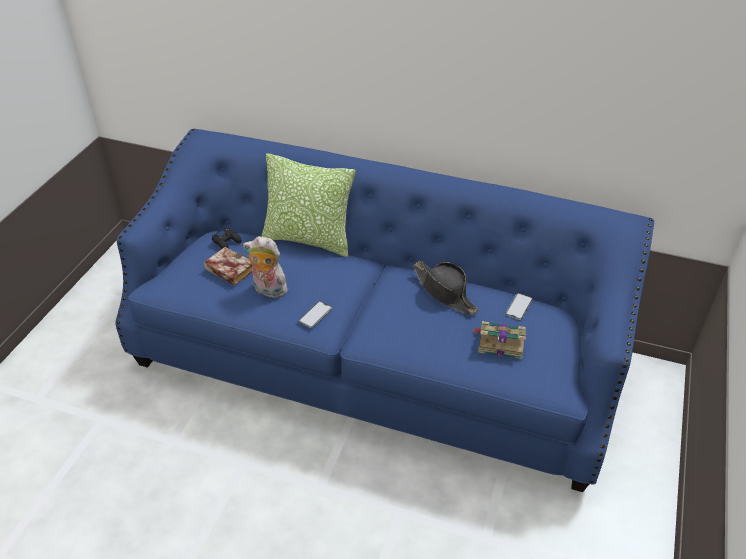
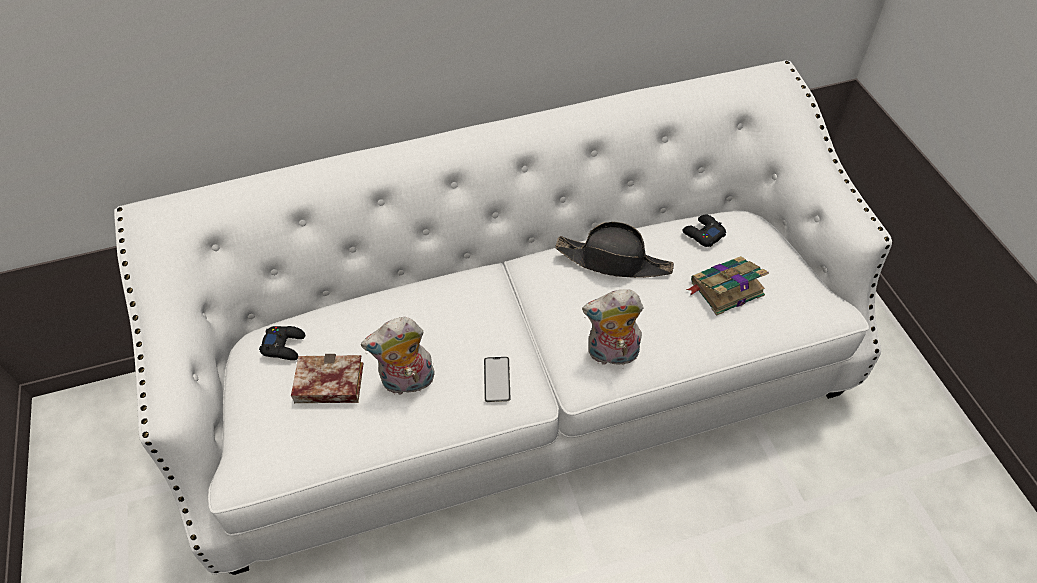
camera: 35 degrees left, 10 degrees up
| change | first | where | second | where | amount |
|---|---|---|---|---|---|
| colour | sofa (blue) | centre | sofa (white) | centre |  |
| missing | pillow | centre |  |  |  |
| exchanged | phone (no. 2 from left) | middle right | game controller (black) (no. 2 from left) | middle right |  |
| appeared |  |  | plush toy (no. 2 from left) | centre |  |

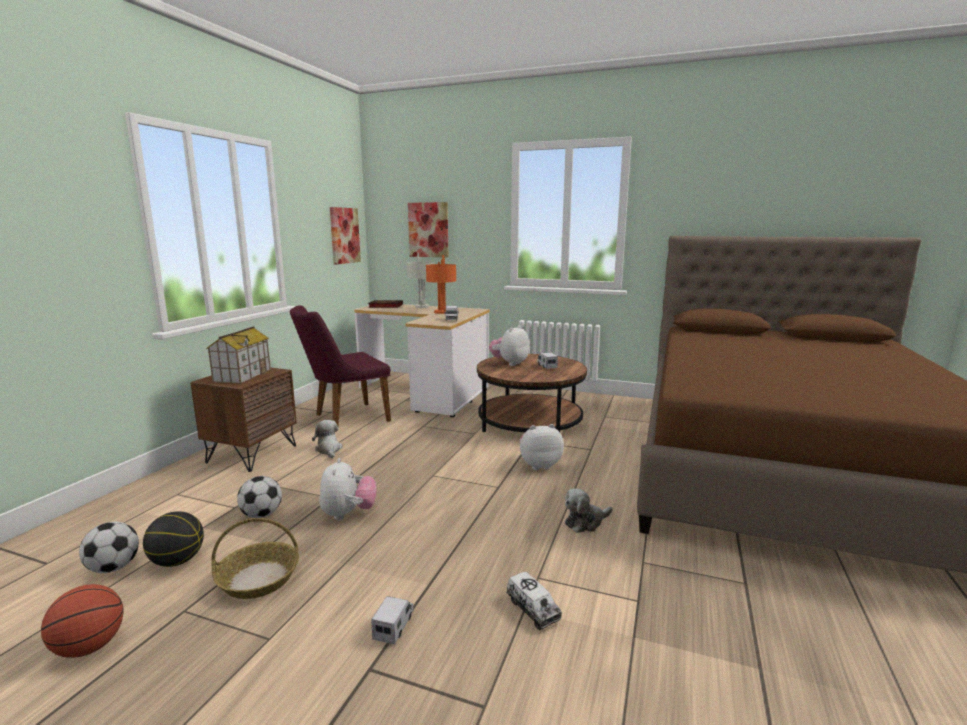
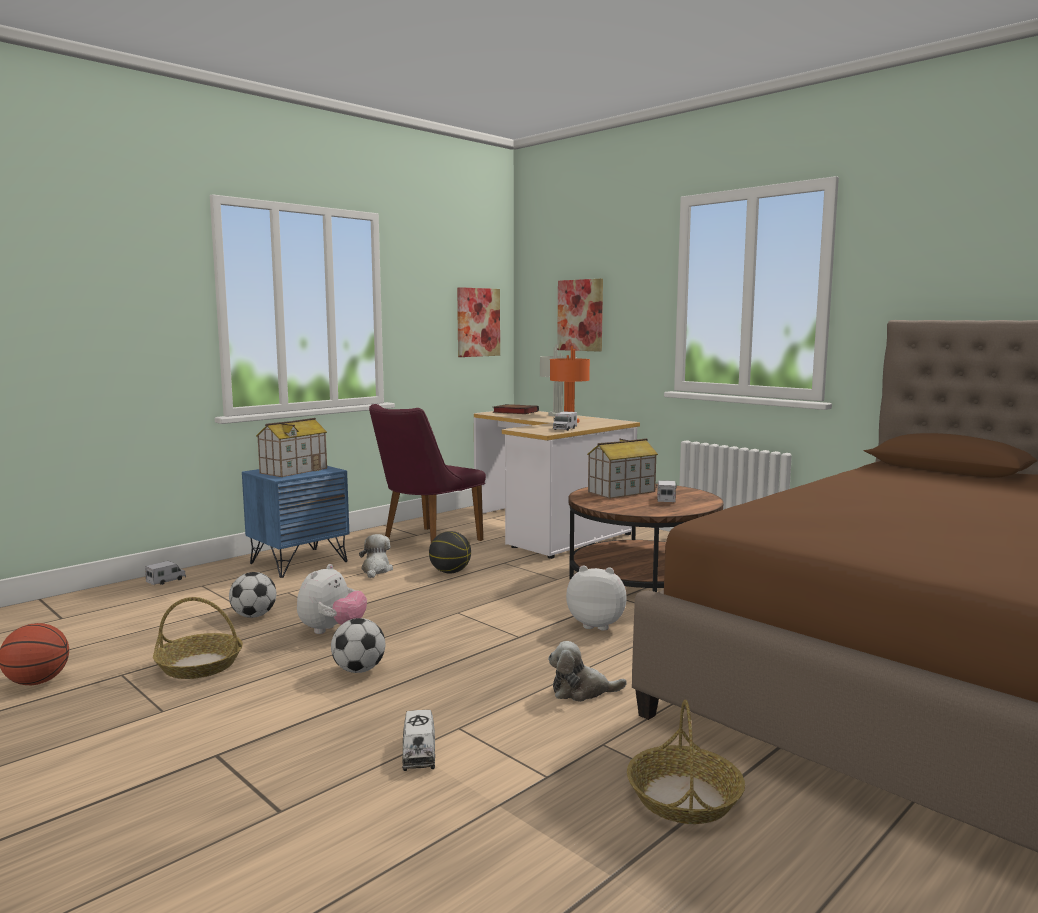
camera: 25 degrees right, 5 degrees down
| change | first | where | second | where | amount |
|---|---|---|---|---|---|
| spun | chair (purple) | centre |  | centre | 45 degrees counterclockwise |
| exchanged | plush toy (no. 3 from left) | centre | toy house (no. 2 from left) | centre |  |
| colour | nightstand (brown) | middle left | nightstand (blue) | middle left |  |
| relocated | basketball (no. 2 from left) | bottom left |  | centre |  |
| relocated | football (no. 1 from left in the first image) | bottom left | football (no. 2 from left) | bottom centre |  |
| relocated | toy truck (no. 1 from left) | bottom centre |  | middle left |  |
| appeared |  |  | basket (no. 2 from left) | bottom centre |  |

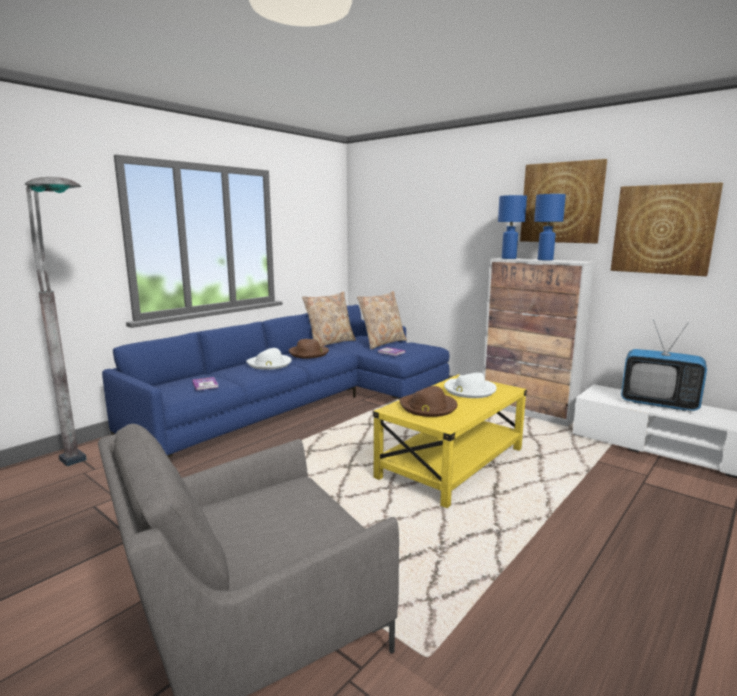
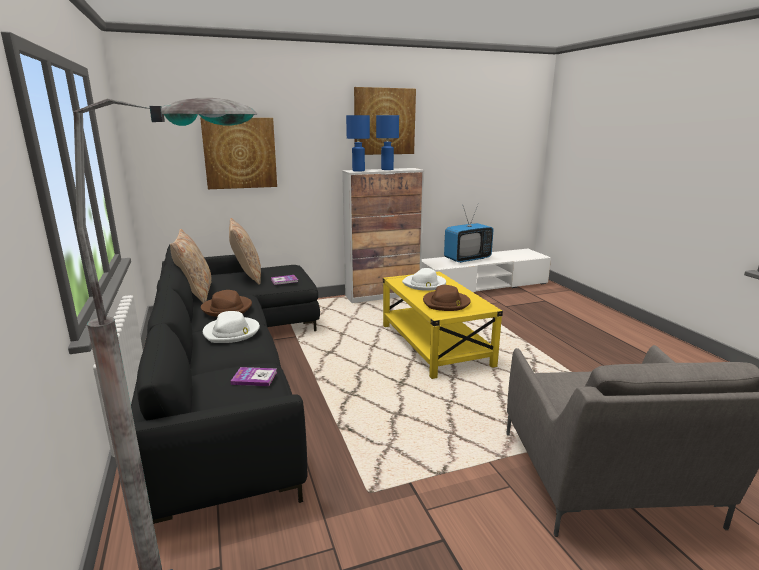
camera: 60 degrees left, 5 degrees up
| change | first | where | second | where | amount |
|---|---|---|---|---|---|
| relocated | picture (no. 2 from left in the first image) | top right | picture (no. 1 from left) | top left |  |
| colour | sofa (blue) | centre | sofa (black) | bottom left |  |

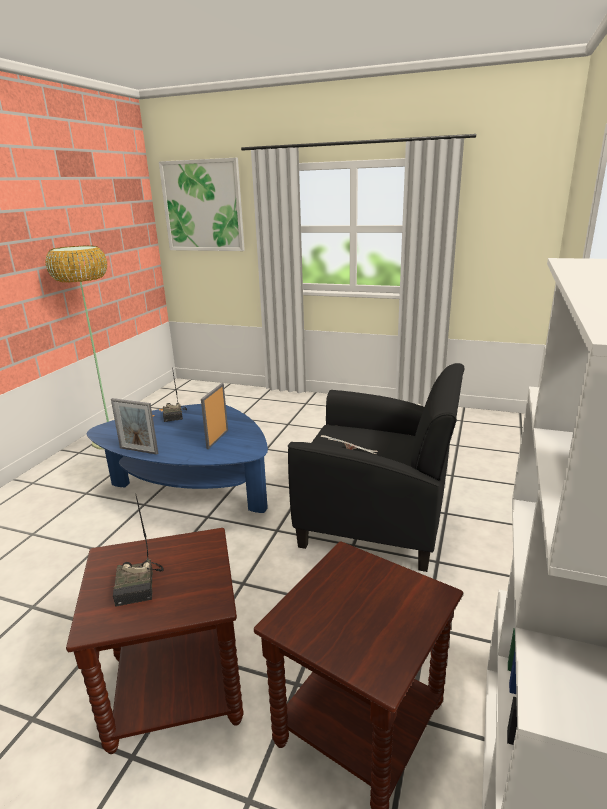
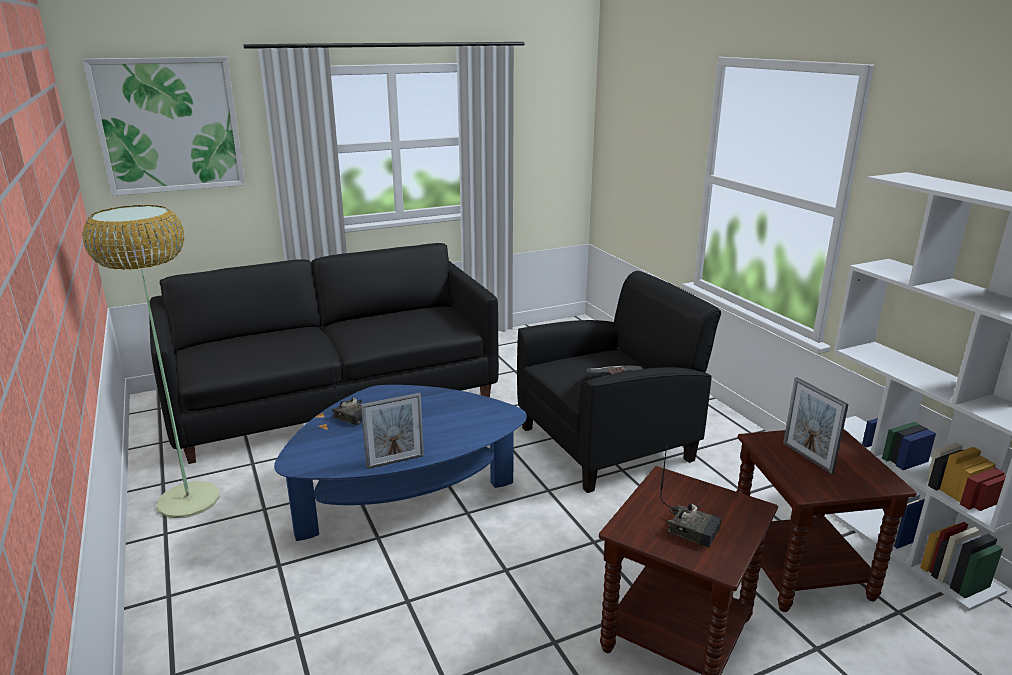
camera: 45 degrees left, 0 degrees up
| change | first | where | second | where | amount |
|---|---|---|---|---|---|
| relocated | picture frame (no. 2 from left) | centre |  | middle right |  |
| appeared |  |  | sofa (black) | middle left |  |

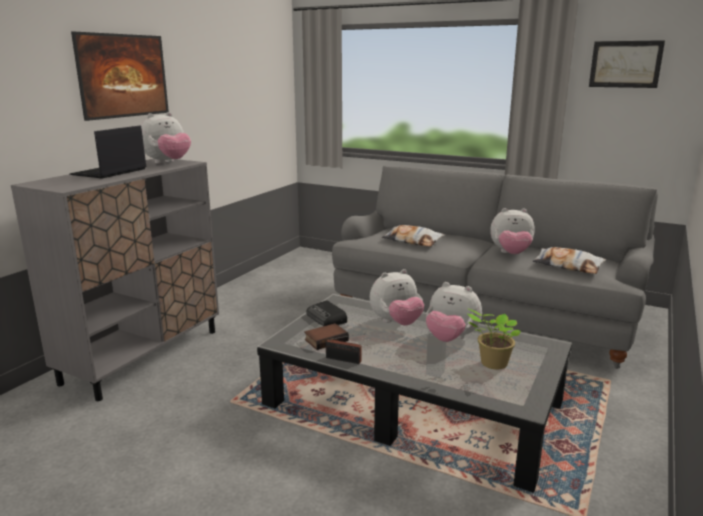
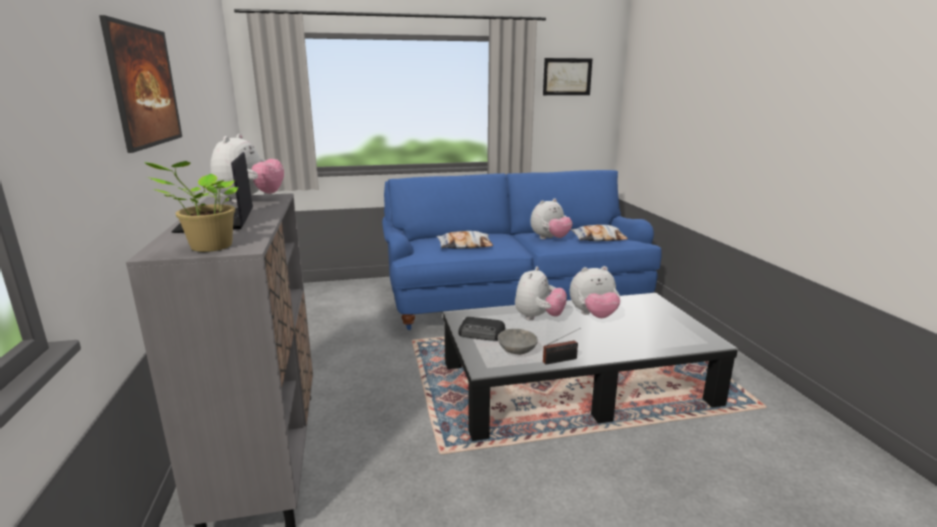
camera: 40 degrees left, 0 degrees up
| change | first | where | second | where | amount |
|---|---|---|---|---|---|
| colour | sofa (grey) | middle right | sofa (blue) | centre |  |
| relocated | potted plant | middle right |  | middle left |  |
| exchanged | book | centre | bowl (grey) | centre |  |

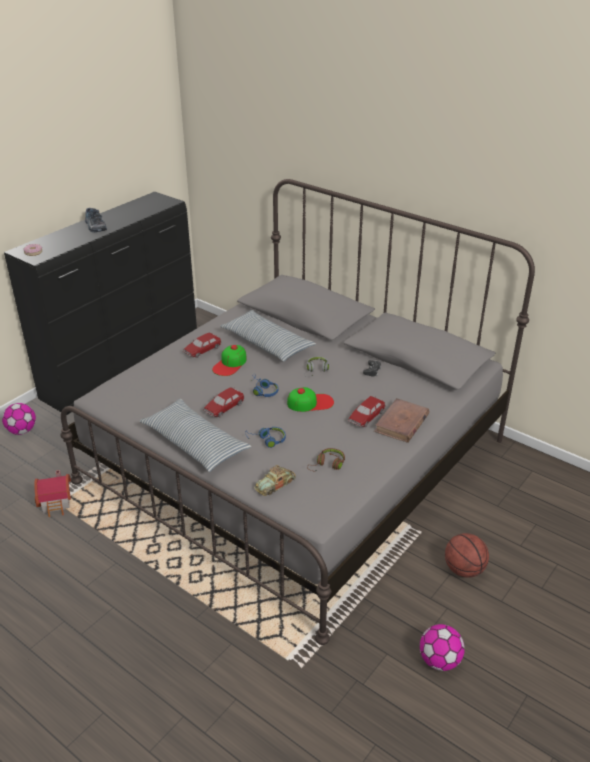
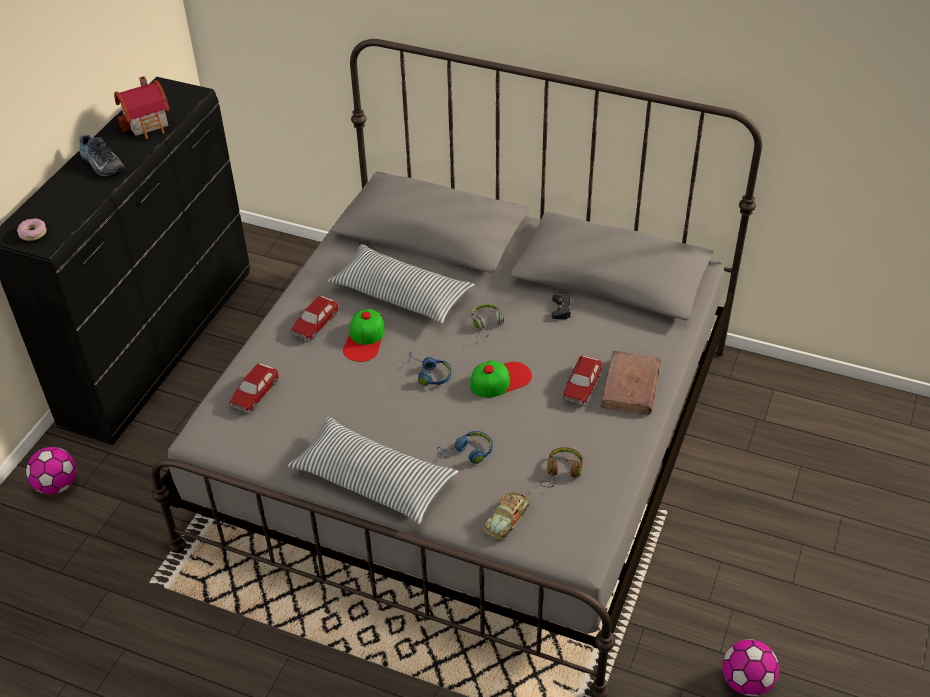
camera: 15 degrees left, 10 degrees up
| change | first | where | second | where | amount |
|---|---|---|---|---|---|
| relocated | toy car (no. 2 from left in the first image) | centre | toy car (no. 1 from left) | middle left |  |
| relocated | toy house | middle left |  | top left |  |
| missing | basketball | bottom right |  |  |  |

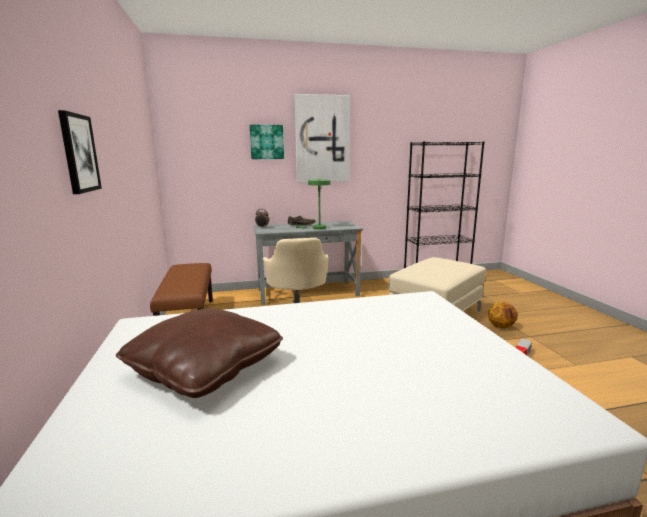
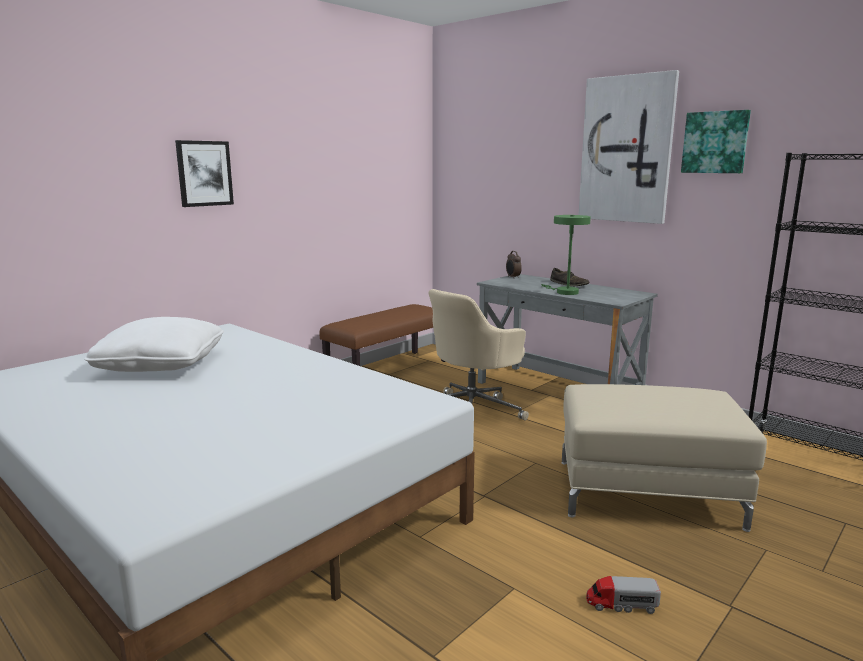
camera: 55 degrees right, 0 degrees up
| change | first | where | second | where | amount |
|---|---|---|---|---|---|
| relocated | picture (no. 2 from left in the first image) | top centre | picture (no. 3 from left) | top right |  |
| missing | basketball | middle right |  |  |  |
| colour | pillow (brown) | bottom left | pillow (white) | middle left |  |

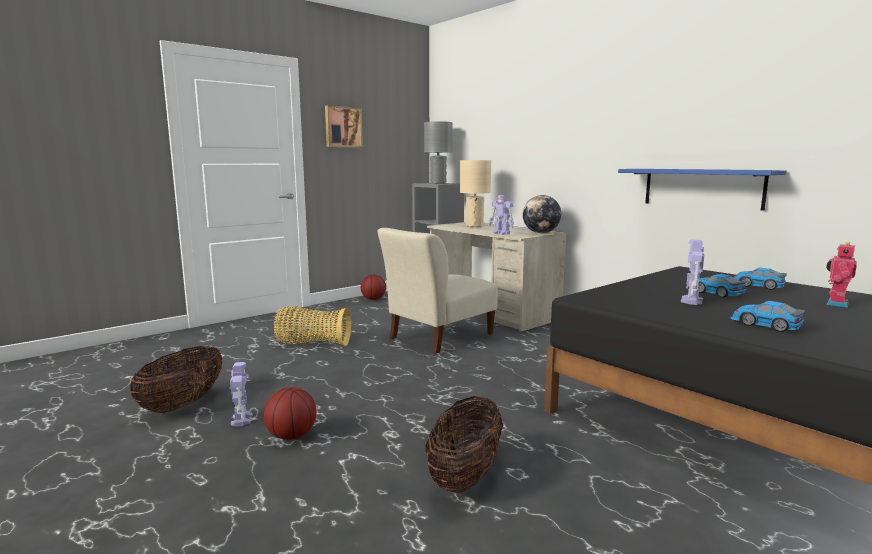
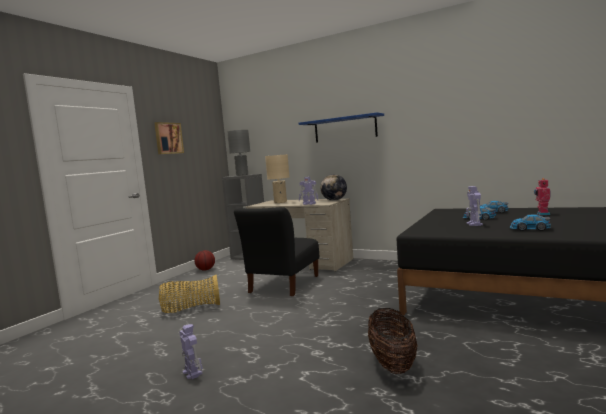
camera: 20 degrees left, 5 degrees down
| change | first | where | second | where | amount |
|---|---|---|---|---|---|
| relocated | shelf (blue) | middle right |  | top centre |  |
| colour | chair (beige) | centre | chair (black) | centre |  |
| missing | basket (no. 1 from left) | bottom left |  |  |  |
| missing | basketball (no. 1 from left) | bottom left |  |  |  |

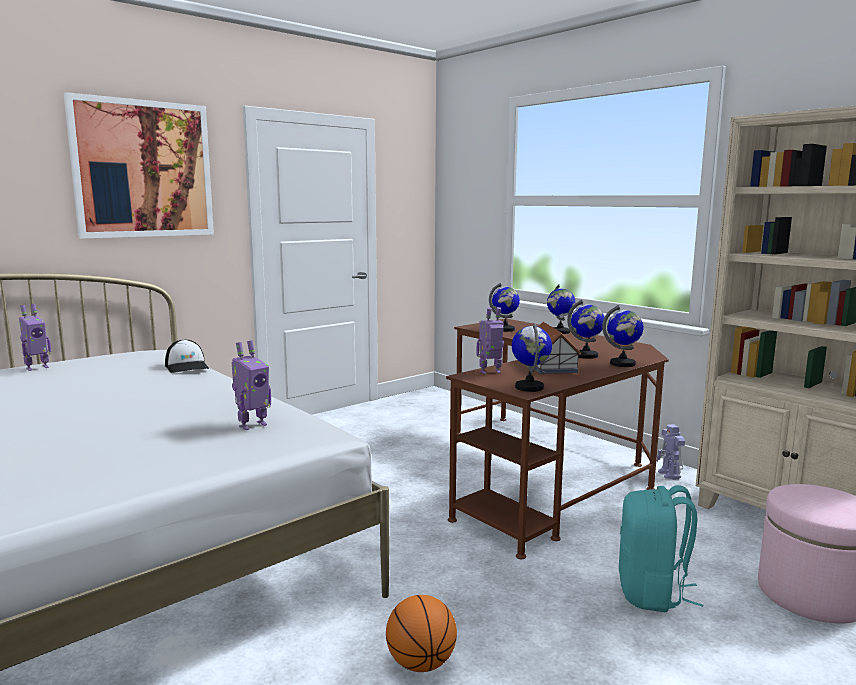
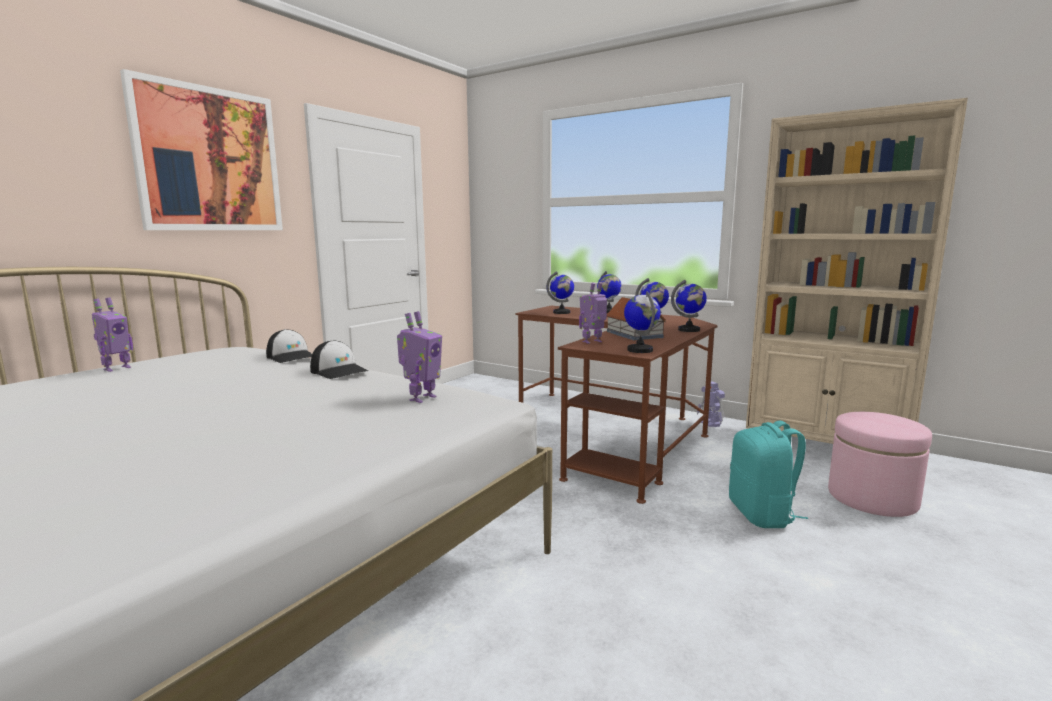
camera: 15 degrees left, 0 degrees up
| change | first | where | second | where | amount |
|---|---|---|---|---|---|
| missing | basketball | bottom centre |  |  |  |
| appeared |  |  | cap (no. 2 from left) | middle left |  |

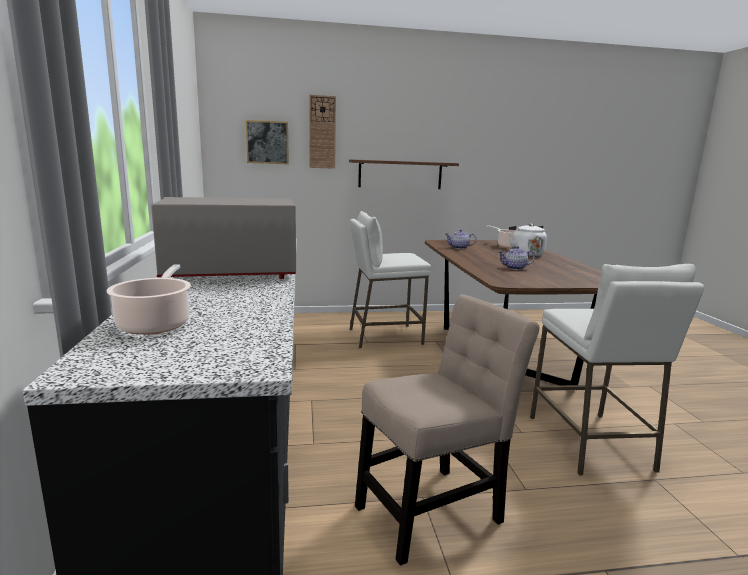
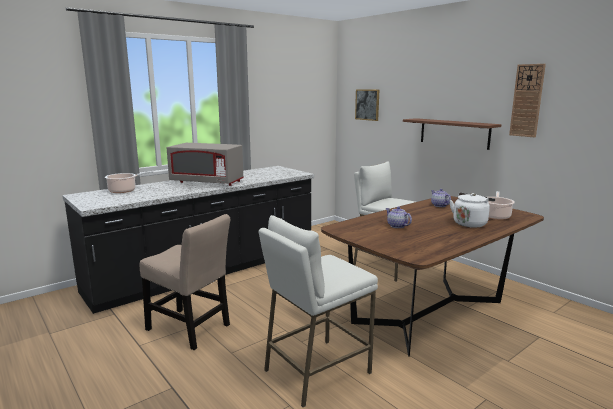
camera: 60 degrees right, 0 degrees up
| change | first | where | second | where | amount |
|---|---|---|---|---|---|
| relocated | wall clock | top centre |  | top right |  |
| spun | microwave (grey) | middle left |  | centre | 150 degrees clockwise |

